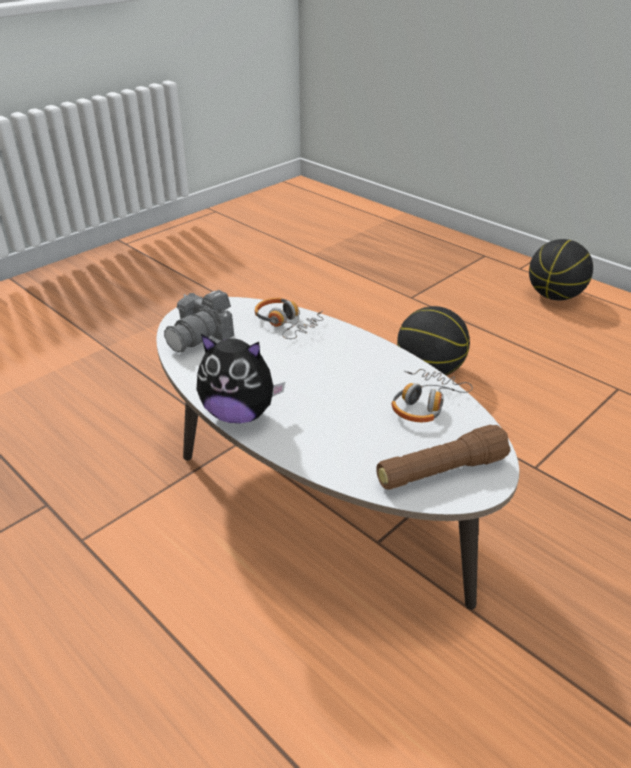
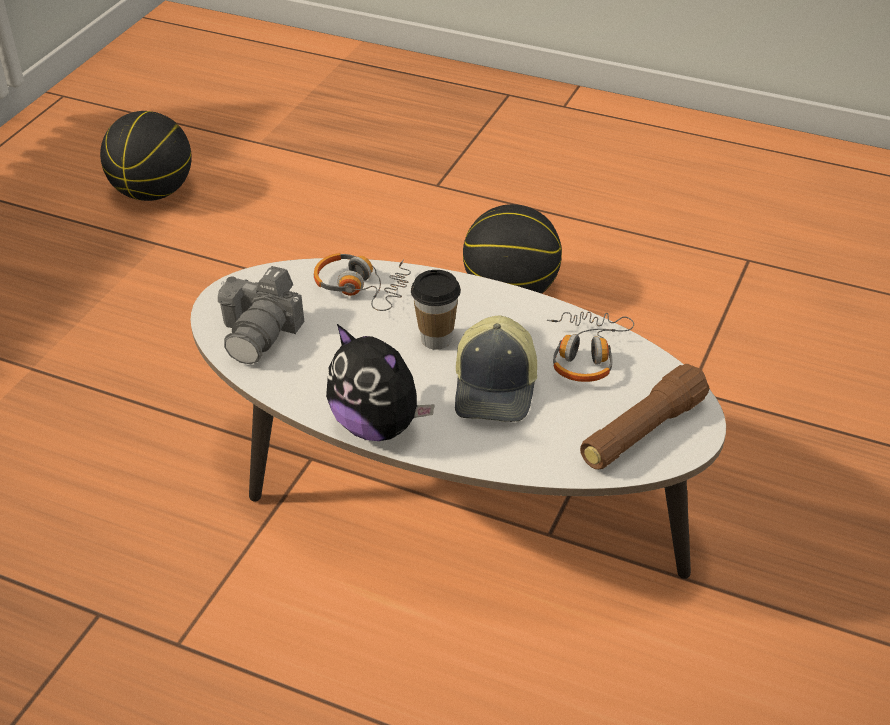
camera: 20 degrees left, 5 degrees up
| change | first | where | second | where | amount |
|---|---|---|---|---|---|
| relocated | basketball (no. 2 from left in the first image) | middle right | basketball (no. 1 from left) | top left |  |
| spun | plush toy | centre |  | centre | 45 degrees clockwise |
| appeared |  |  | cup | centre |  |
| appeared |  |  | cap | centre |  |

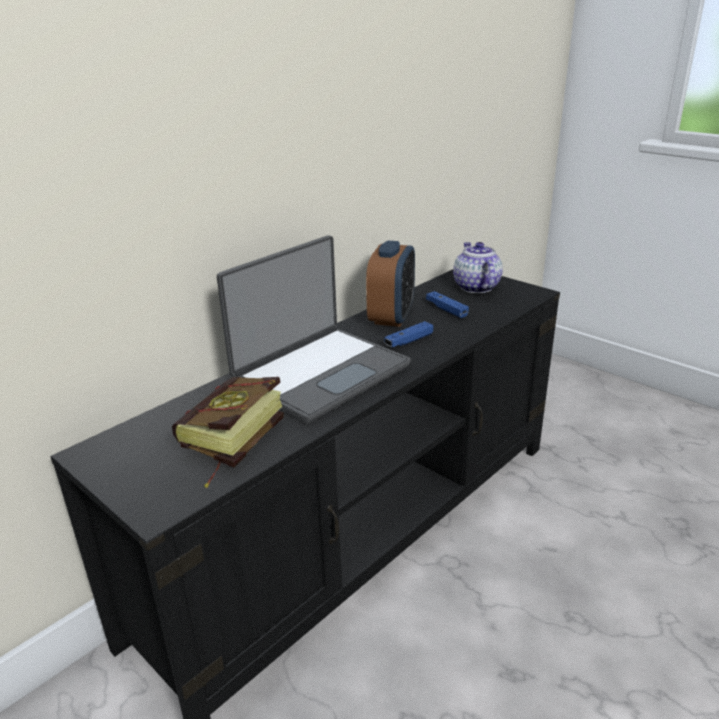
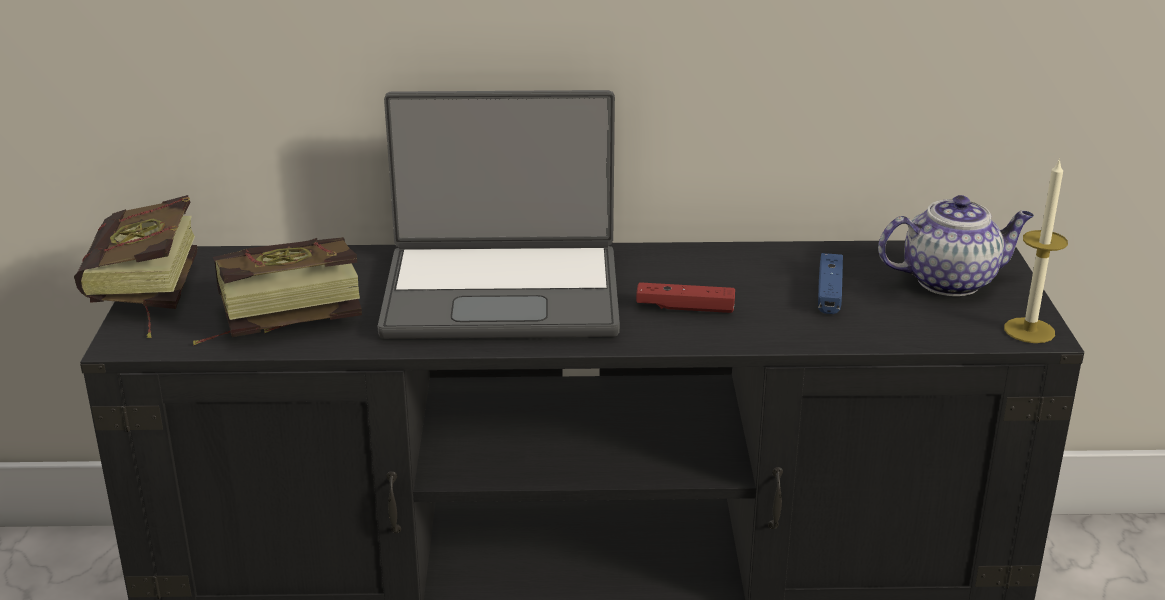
camera: 45 degrees right, 0 degrees up
| change | first | where | second | where | amount |
|---|---|---|---|---|---|
| missing | alarm clock | centre |  |  |  |
| spun | teapot | centre |  | middle right | 45 degrees clockwise |
| colour | game controller (blue) (no. 1 from left) | centre | game controller (red) | centre |  |
| appeared |  |  | candle | middle right |  |
| appeared |  |  | book (no. 1 from left) | middle left |  |

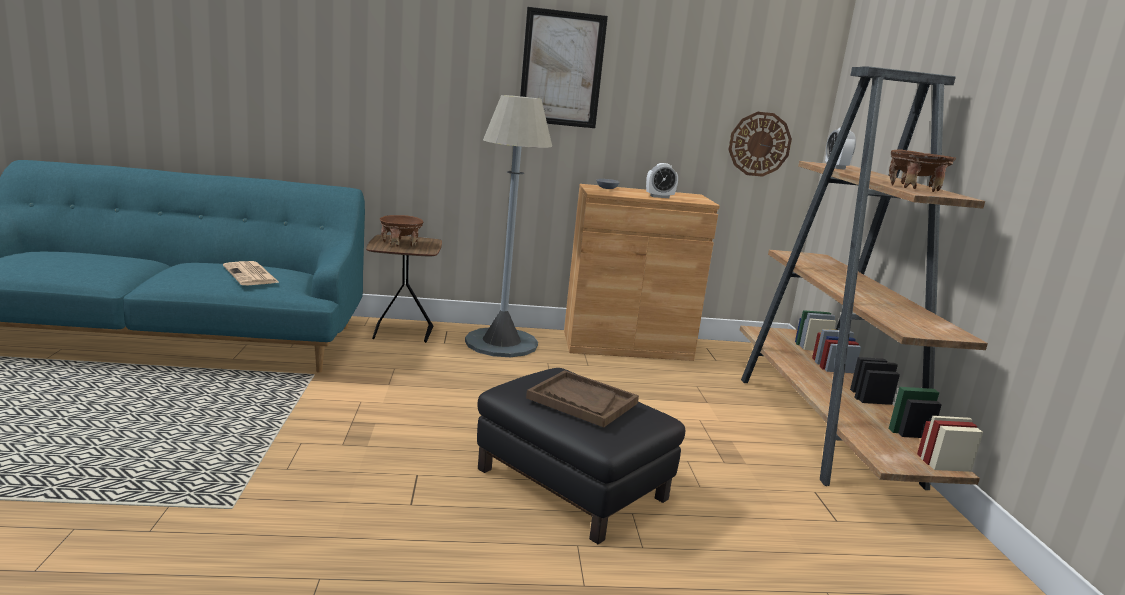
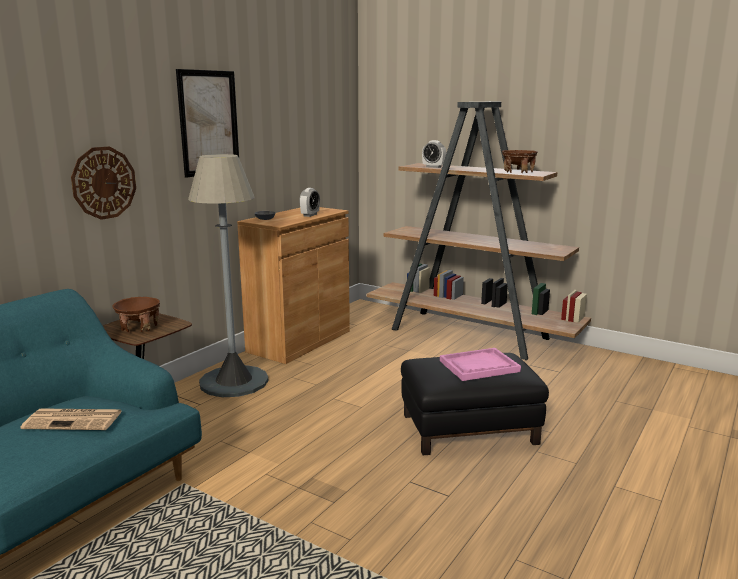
camera: 50 degrees left, 0 degrees up
| change | first | where | second | where | amount |
|---|---|---|---|---|---|
| relocated | wall clock | top right |  | top left |  |
| colour | tray (brown) | bottom centre | tray (pink) | centre |  |

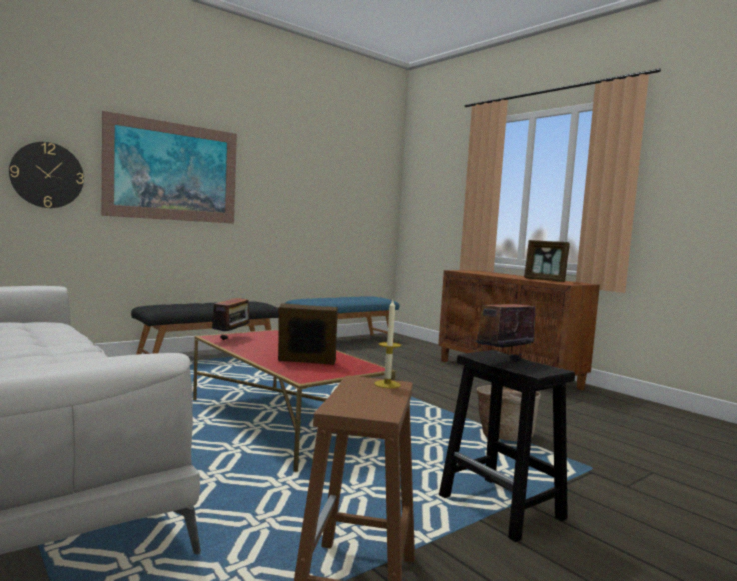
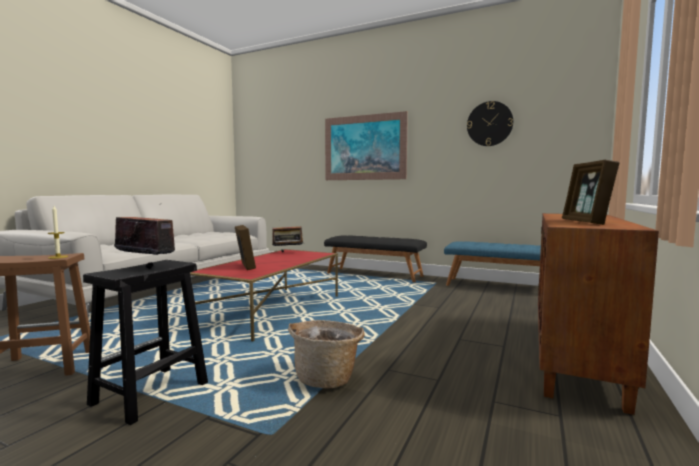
camera: 65 degrees right, 0 degrees up
| change | first | where | second | where | amount |
|---|---|---|---|---|---|
| relocated | wall clock | top left |  | top right |  |

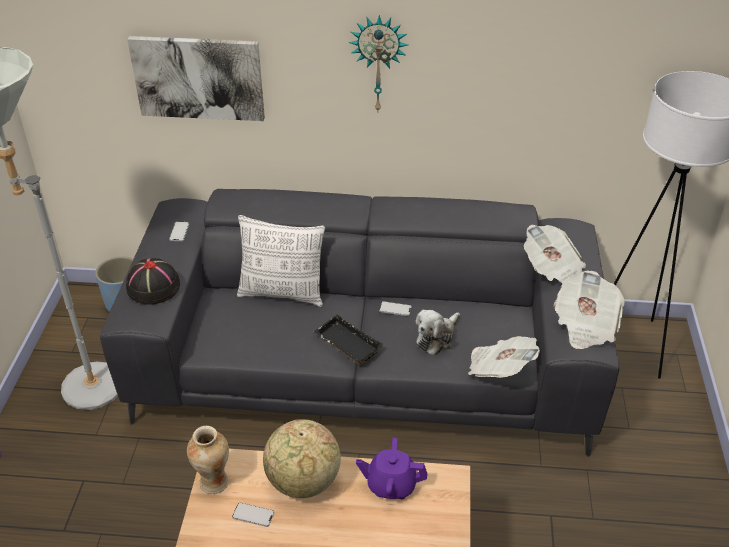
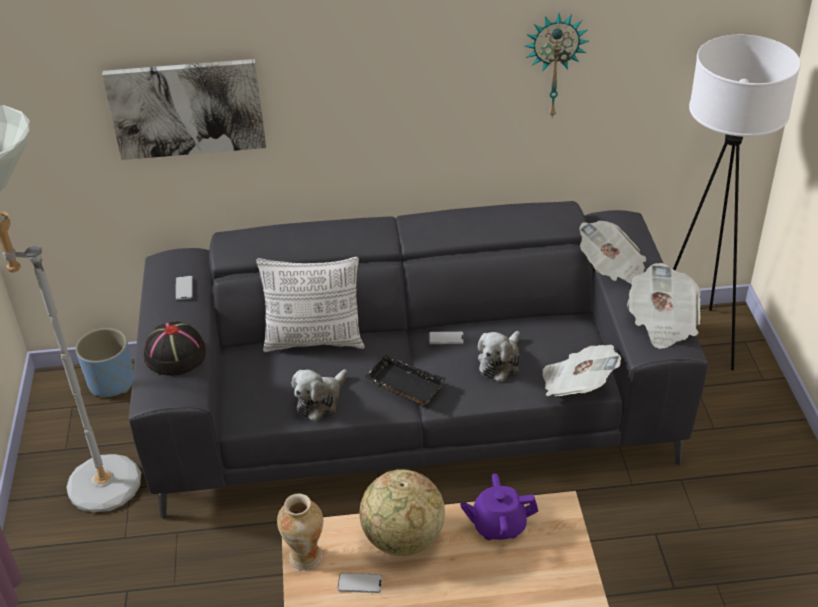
camera: 10 degrees left, 0 degrees up
| change | first | where | second | where | amount |
|---|---|---|---|---|---|
| relocated | wall clock | top centre |  | top right |  |
| appeared |  |  | plush toy (no. 1 from left) | centre |  |

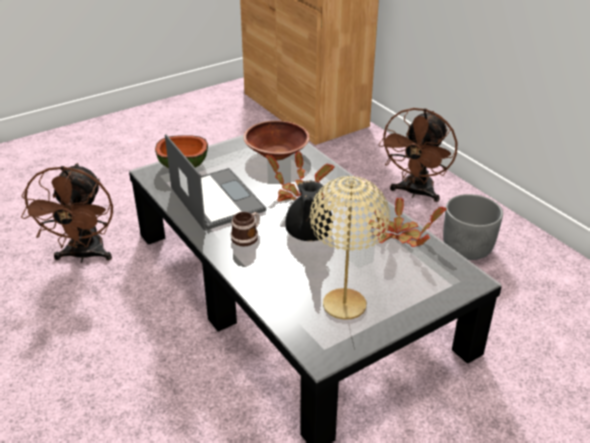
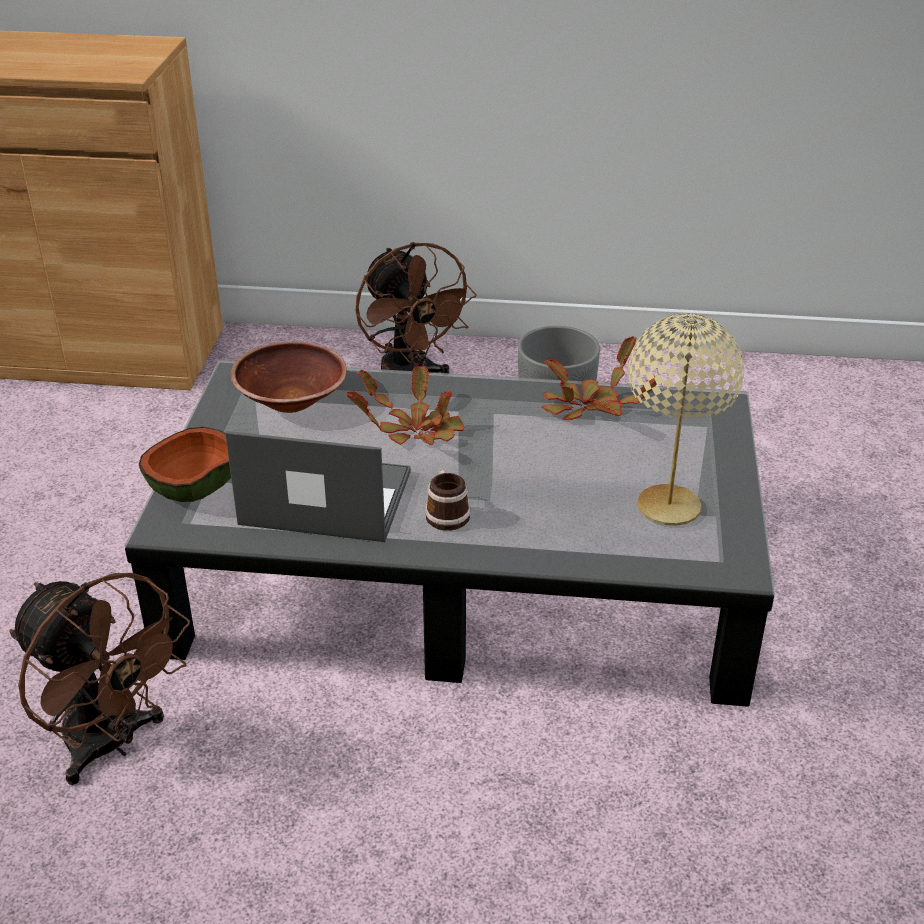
camera: 50 degrees left, 0 degrees up
| change | first | where | second | where | amount |
|---|---|---|---|---|---|
| missing | teapot (black) | centre |  |  |  |

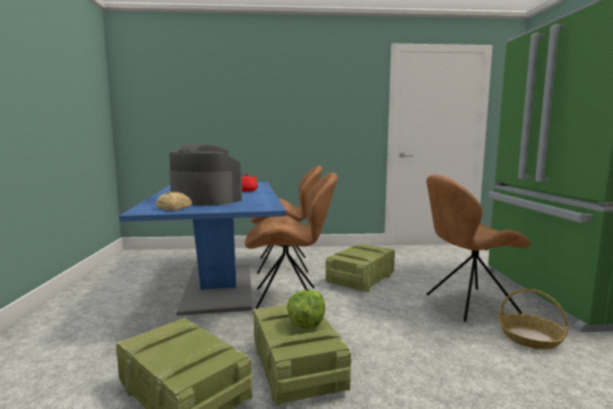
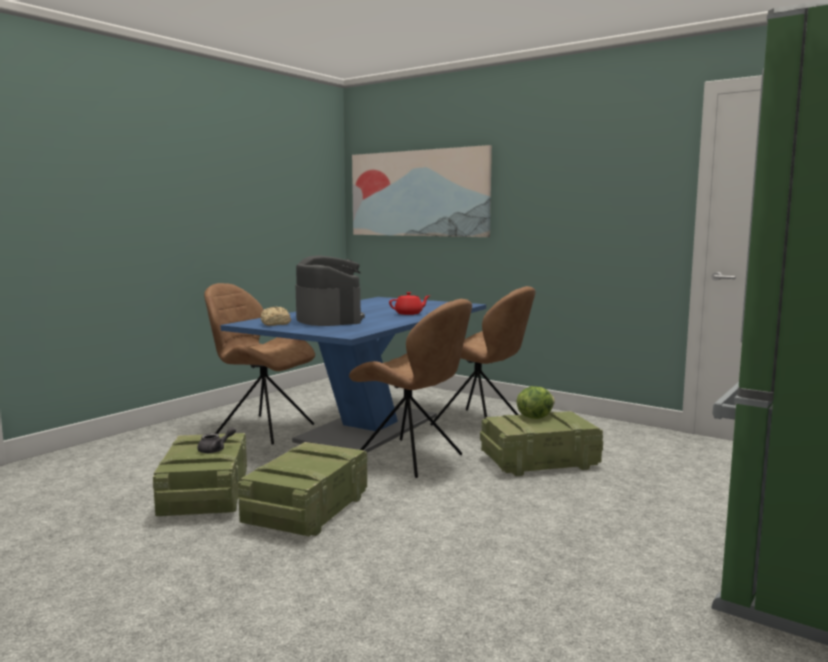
camera: 40 degrees right, 0 degrees up
| change | first | where | second | where | amount |
|---|---|---|---|---|---|
| relocated | chair (brown) (no. 3 from left in the first image) | middle right | chair (brown) (no. 1 from left) | middle left |  |
| missing | basket | bottom right |  |  |  |
| relocated | lettuce | bottom centre |  | centre |  |
| appeared |  |  | picture | top centre |  |
| appeared |  |  | teapot (grey) | middle left |  |

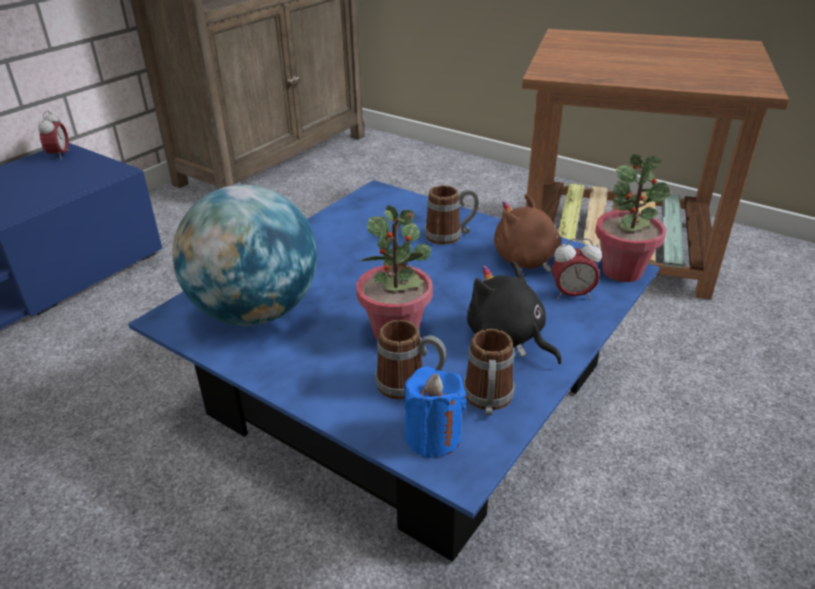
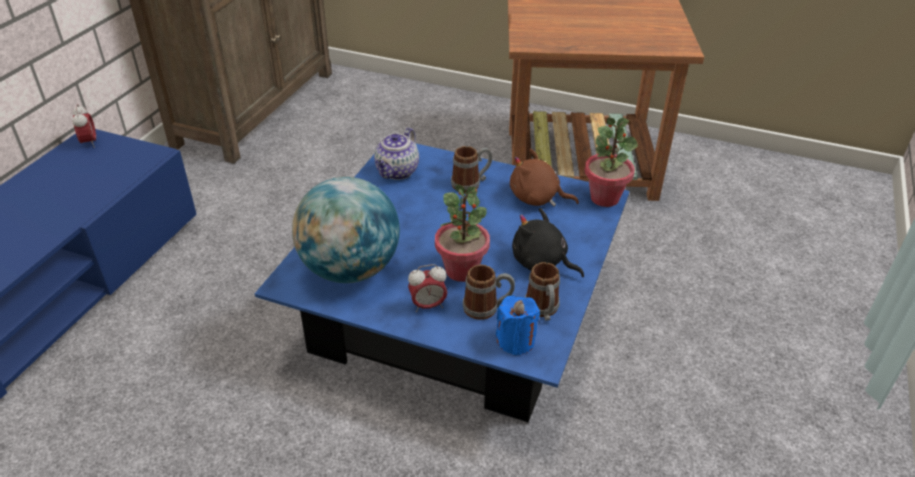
camera: 15 degrees left, 5 degrees up
| change | first | where | second | where | amount |
|---|---|---|---|---|---|
| relocated | alarm clock (no. 2 from left) | middle right |  | centre |  |
| appeared |  |  | teapot | top centre |  |

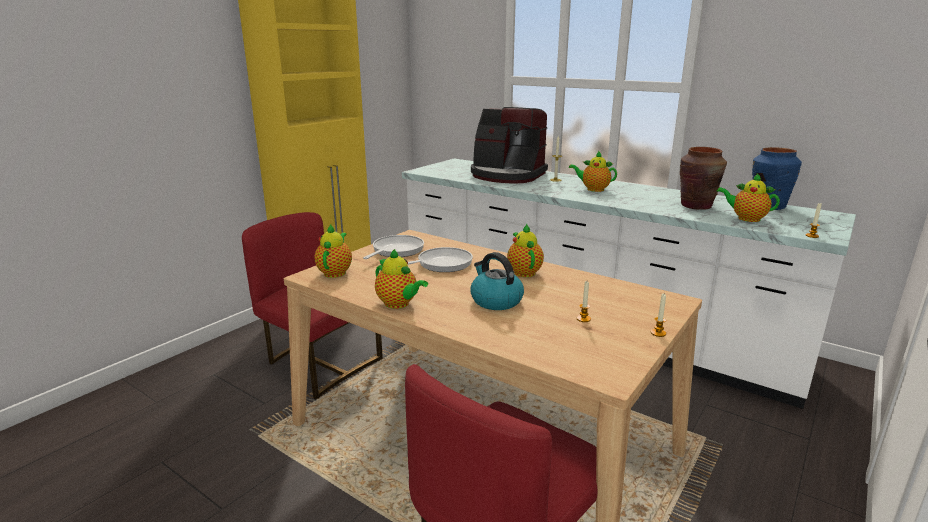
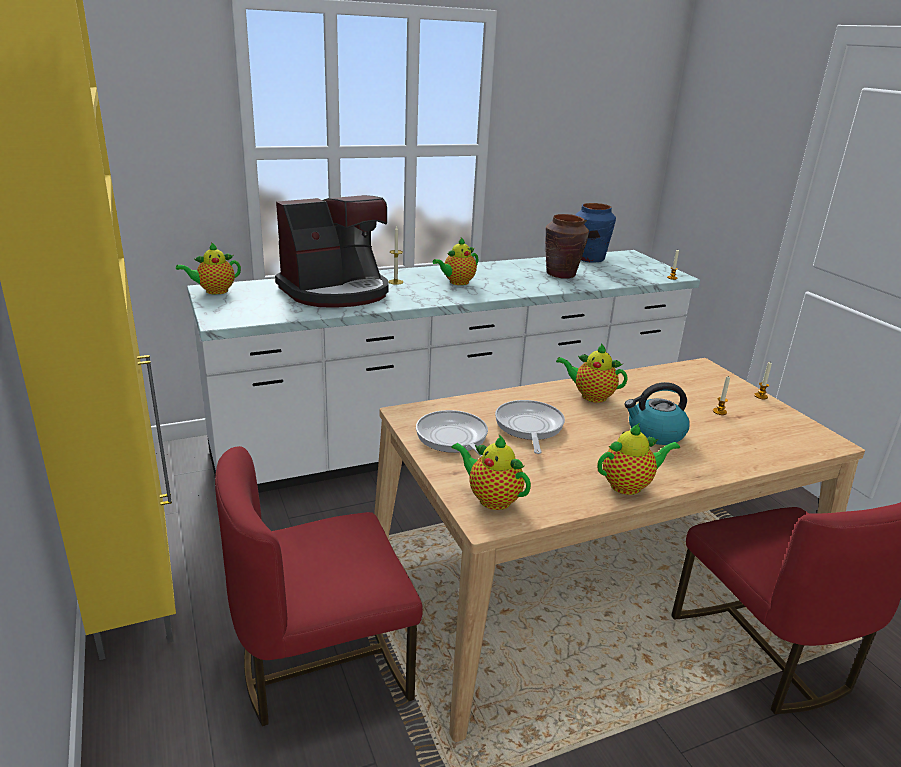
camera: 60 degrees left, 5 degrees up
| change | first | where | second | where | amount |
|---|---|---|---|---|---|
| relocated | teapot (no. 5 from left in the first image) | middle right | teapot (no. 1 from left) | middle left |  |

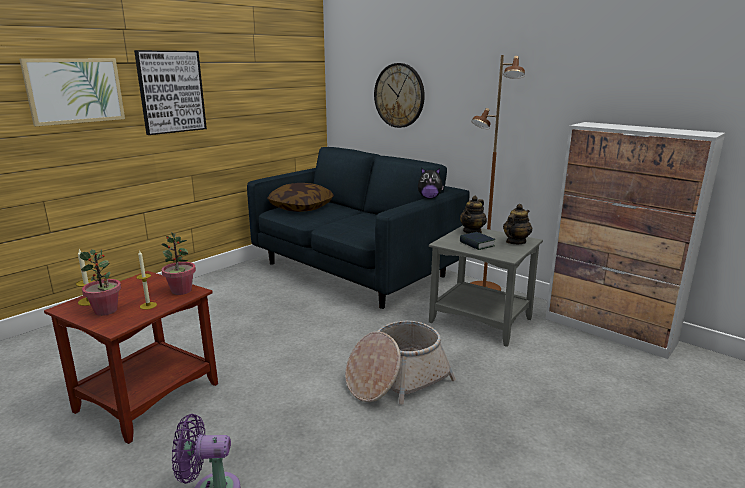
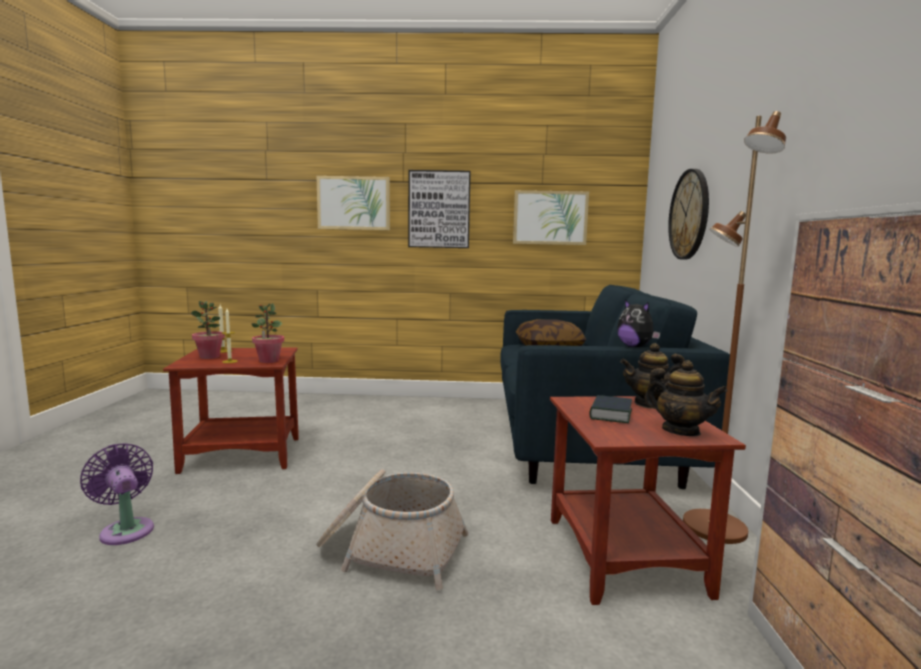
camera: 50 degrees right, 10 degrees down
| change | first | where | second | where | amount |
|---|---|---|---|---|---|
| spun | teapot (no. 2 from left) | middle right |  | middle right | 45 degrees clockwise |
| colour | side table (grey) | centre | side table (brown) (no. 2 from left) | bottom right |  |
| appeared |  |  | picture (no. 3 from left) | top centre |  |

